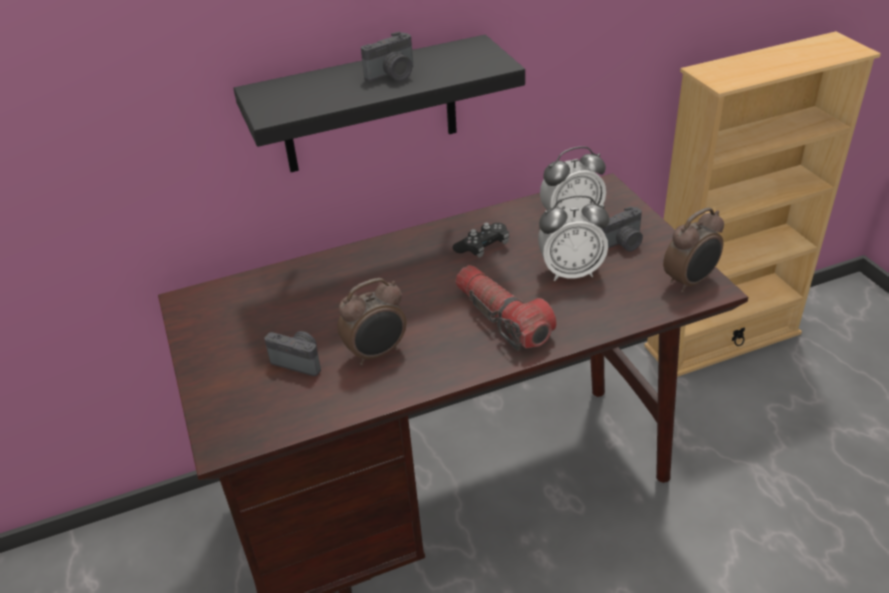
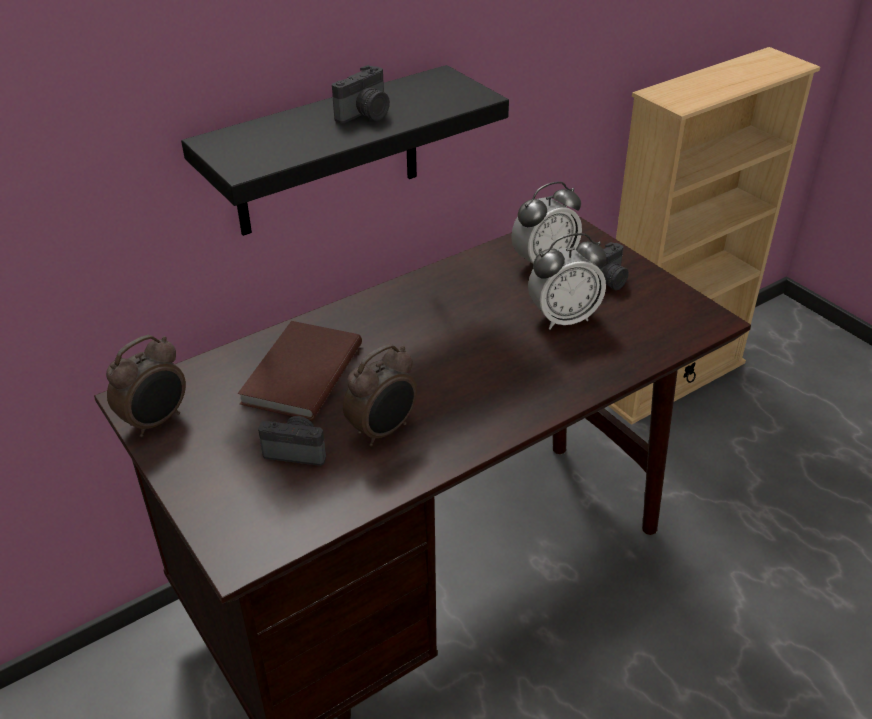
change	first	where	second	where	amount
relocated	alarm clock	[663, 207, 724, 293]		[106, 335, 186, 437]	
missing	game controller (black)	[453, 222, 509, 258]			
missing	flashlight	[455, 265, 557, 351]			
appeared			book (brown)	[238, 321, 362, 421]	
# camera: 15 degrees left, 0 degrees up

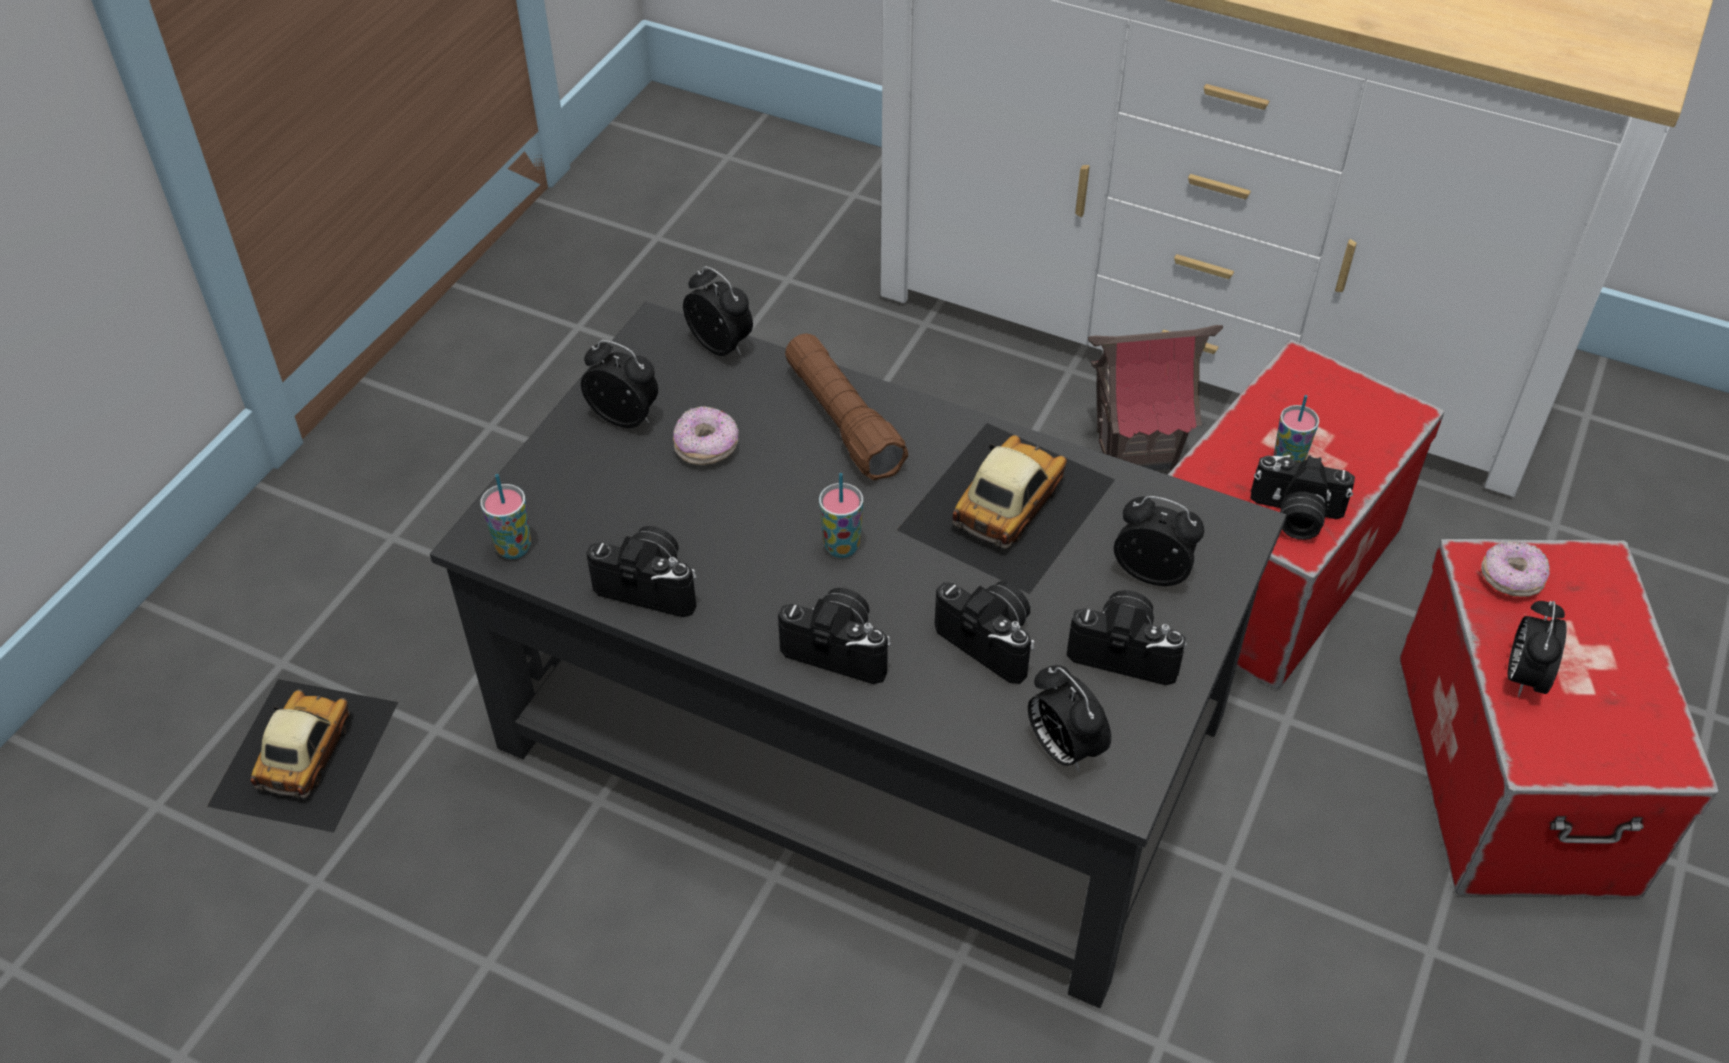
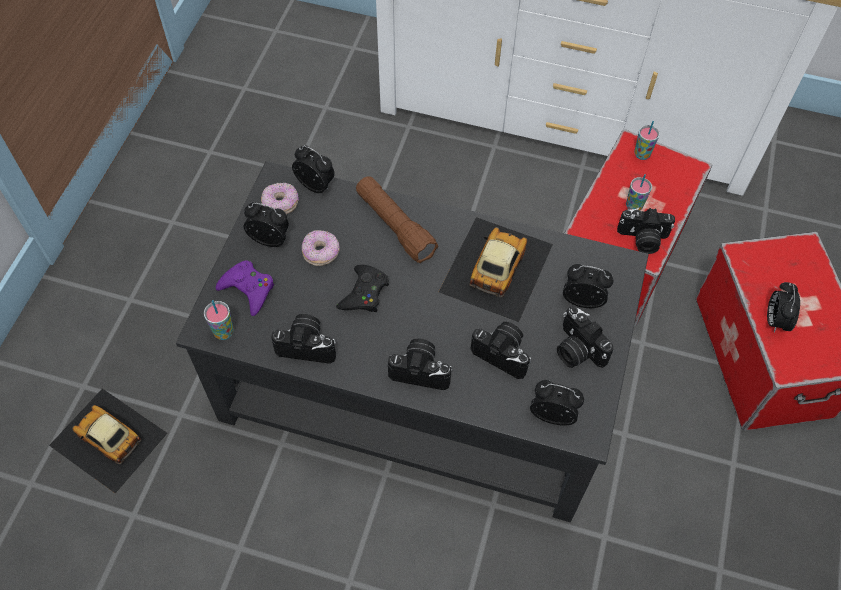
change	first	where	second	where	amount
missing	toy house	[1088, 325, 1223, 470]			
relocated	cup	[819, 473, 863, 558]		[635, 121, 660, 160]	
relocated	donut	[1481, 541, 1550, 597]		[261, 183, 299, 214]	
spun	photo camera	[1067, 590, 1187, 685]		[557, 306, 614, 368]	135 degrees counterclockwise
spun	alarm clock	[1028, 665, 1111, 772]		[530, 380, 584, 426]	150 degrees clockwise
spun	toy car	[207, 679, 399, 833]		[49, 388, 168, 494]	60 degrees counterclockwise
appeared			game controller (purple)	[216, 260, 274, 316]	
appeared			game controller (black)	[336, 265, 389, 312]	
# camera: 10 degrees left, 10 degrees up

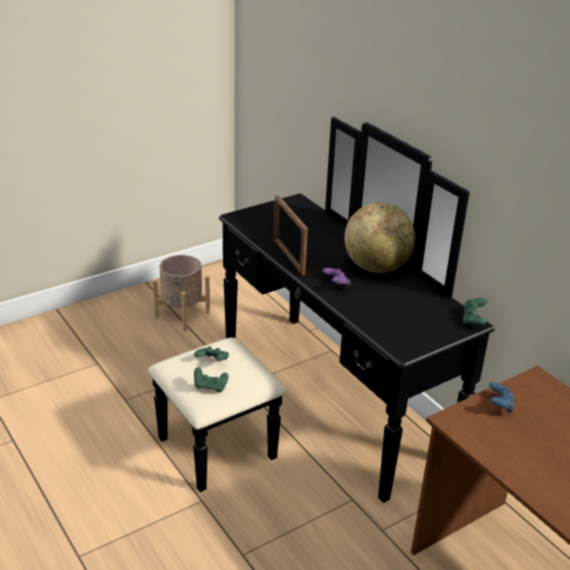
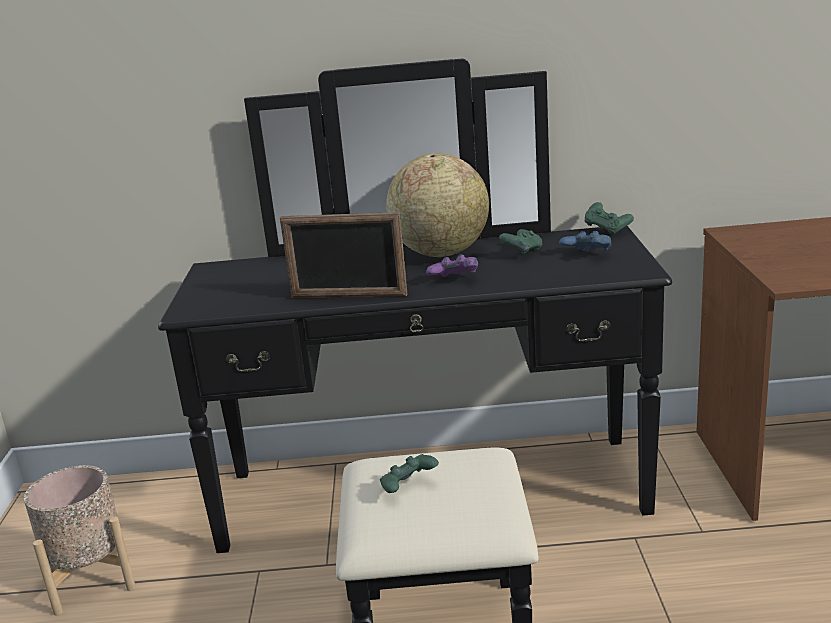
change	first	where	second	where	amount
relocated	game controller (green)	[194, 367, 229, 392]		[499, 229, 542, 254]	
relocated	game controller (blue)	[489, 382, 515, 413]		[559, 231, 611, 251]	
# camera: 55 degrees left, 10 degrees down

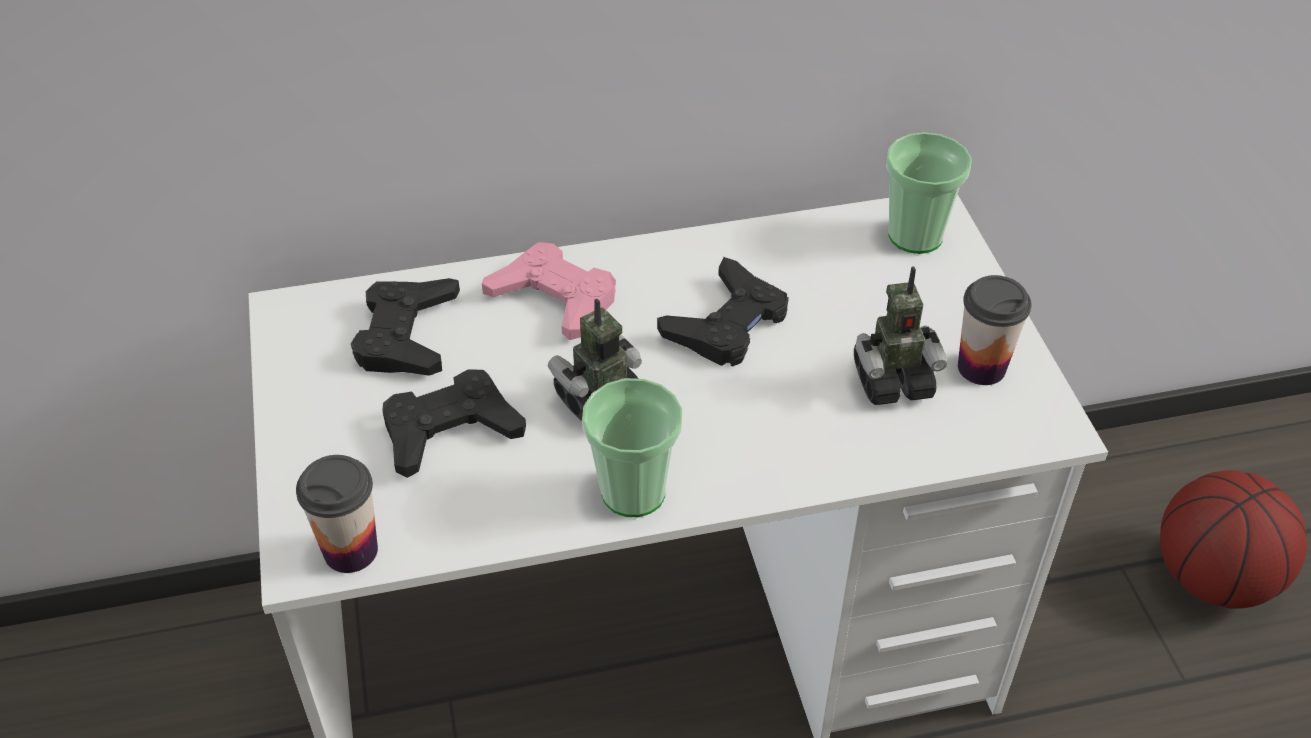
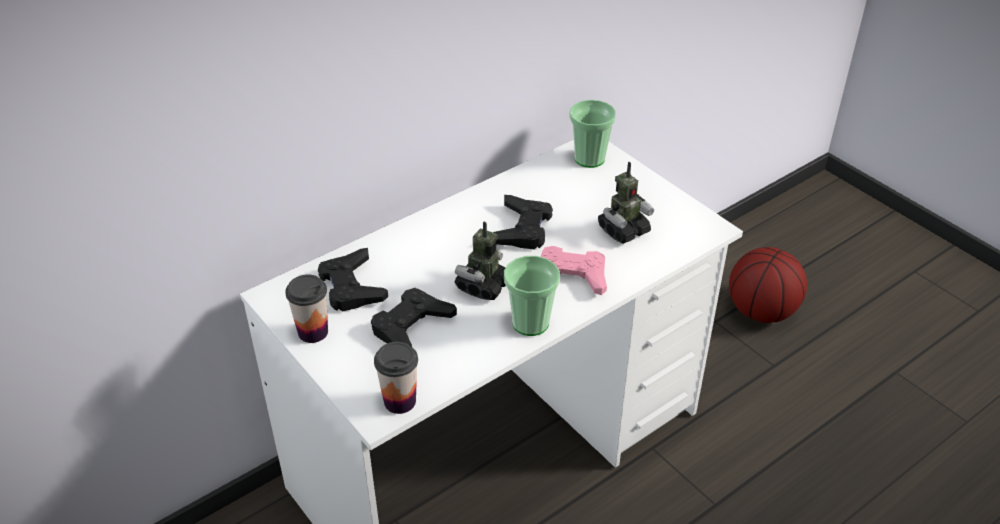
change	first	where	second	where	amount
relocated	game controller (pink)	[482, 242, 616, 340]		[541, 246, 607, 295]	
relocated	cup	[958, 275, 1031, 385]		[285, 274, 328, 343]	
# camera: 25 degrees left, 5 degrees down

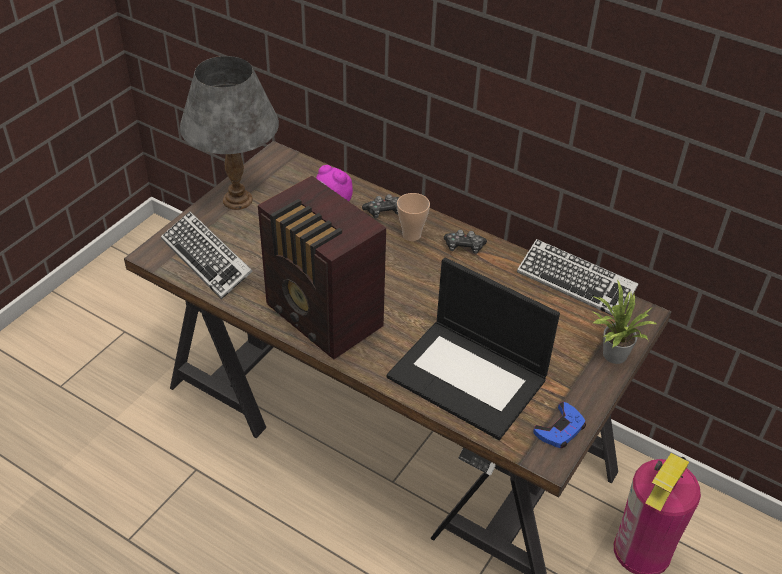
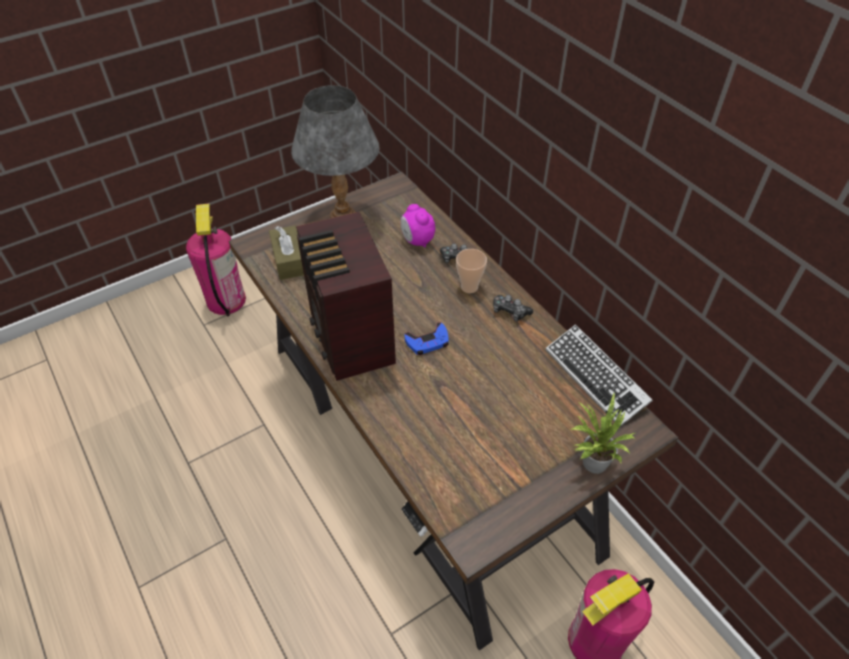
change	first	where	second	where	amount
exchanged	keyboard	[161, 211, 253, 299]	tissue box (brown)	[269, 226, 304, 280]	
missing	laptop	[387, 257, 560, 440]			
relocated	game controller (blue)	[533, 402, 586, 448]		[405, 322, 449, 355]	
appeared			fire extinguisher	[186, 204, 246, 317]	
# camera: 25 degrees right, 5 degrees up

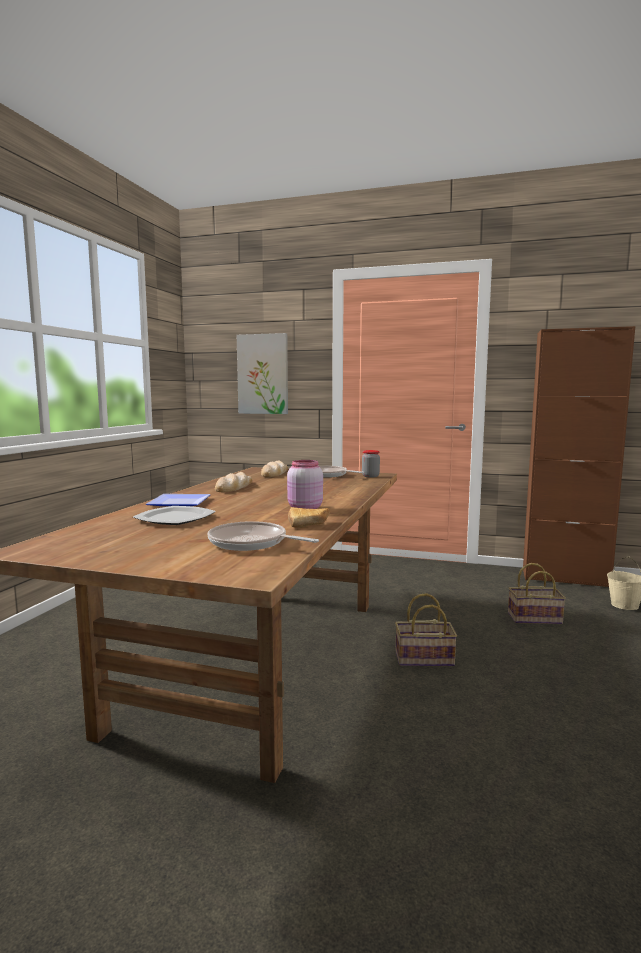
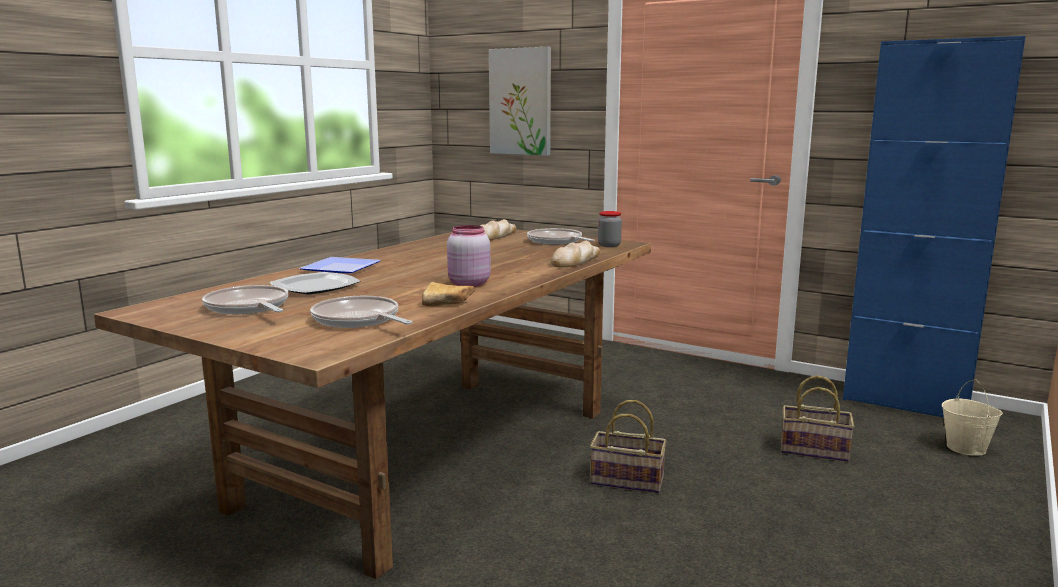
change	first	where	second	where	amount
colour	cabinet (brown)	[523, 326, 635, 587]	cabinet (blue)	[843, 36, 1025, 418]	
relocated	bread	[215, 472, 252, 492]		[551, 241, 600, 267]	
appeared			frying pan	[202, 285, 288, 314]	
# camera: 15 degrees right, 5 degrees up

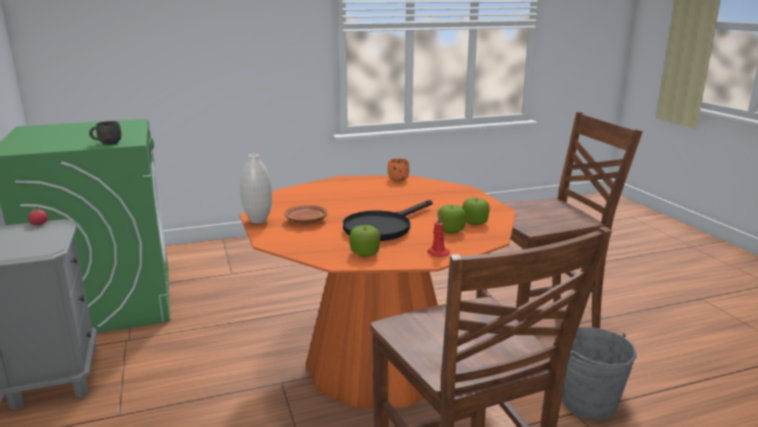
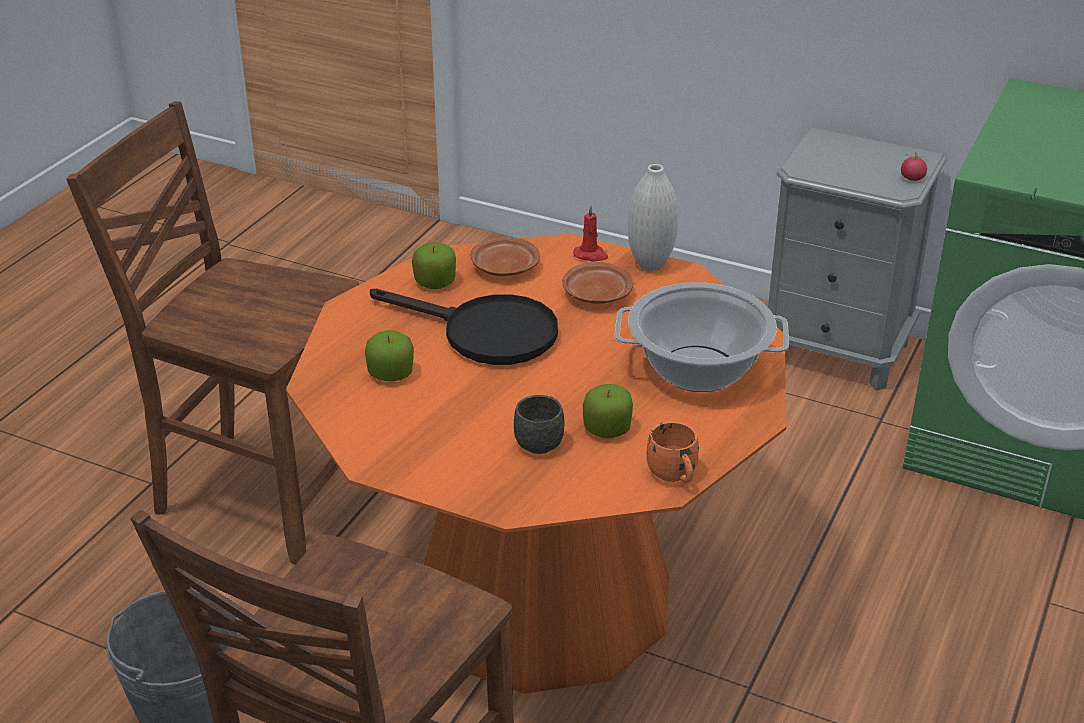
change	first	where	second	where	amount
relocated	mug (grey)	[89, 121, 122, 145]		[514, 395, 564, 454]	
relocated	apple	[462, 198, 490, 225]		[583, 384, 633, 438]	
spun	frying pan (black)	[343, 200, 432, 241]		[370, 289, 558, 365]	120 degrees clockwise
relocated	candle (red)	[427, 215, 450, 257]		[573, 205, 608, 261]	
appeared			plate (brown)	[471, 237, 540, 276]	
appeared			cooking pot	[615, 282, 789, 392]	
# camera: 135 degrees right, 15 degrees up

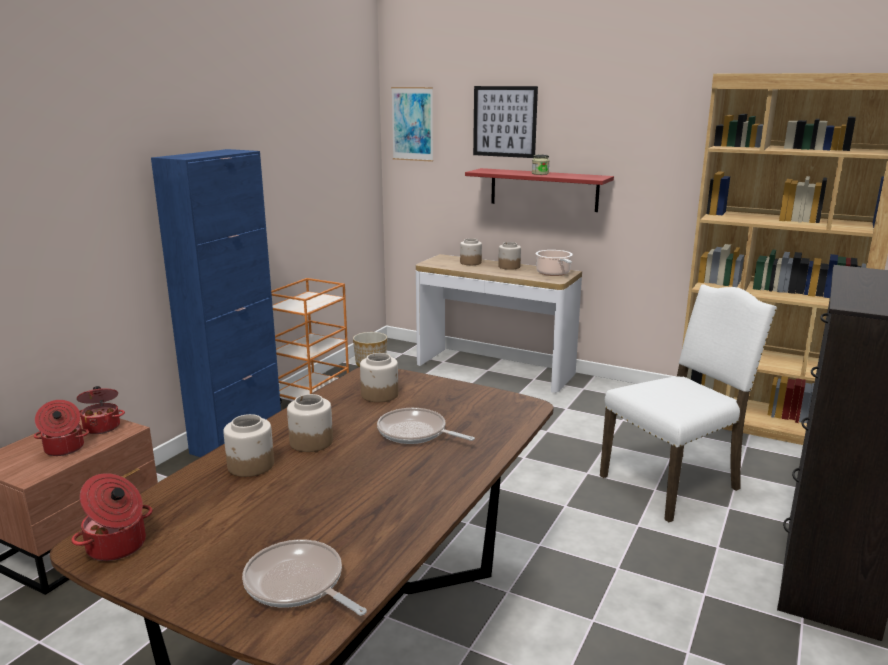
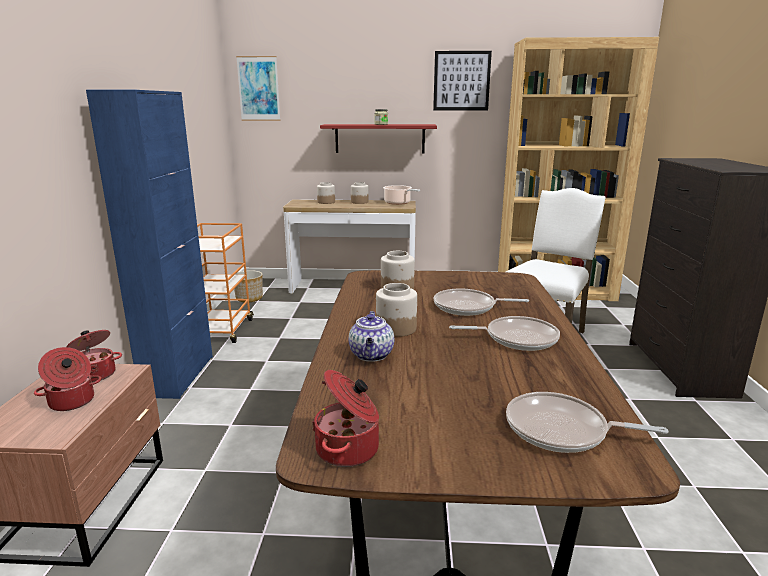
change	first	where	second	where	amount
relocated	picture	[473, 86, 538, 158]		[433, 51, 492, 110]	
exchanged	jar	[223, 414, 274, 477]	teapot	[349, 311, 394, 362]	
appeared			frying pan	[449, 316, 560, 351]	
# camera: 25 degrees left, 0 degrees up

